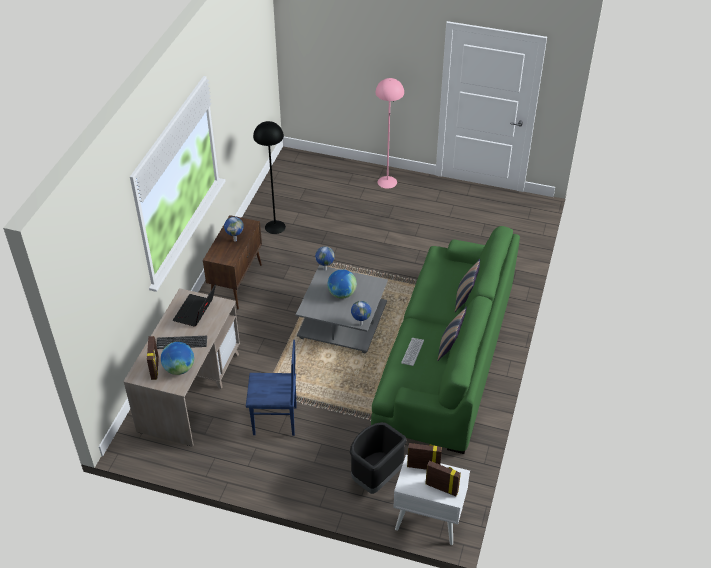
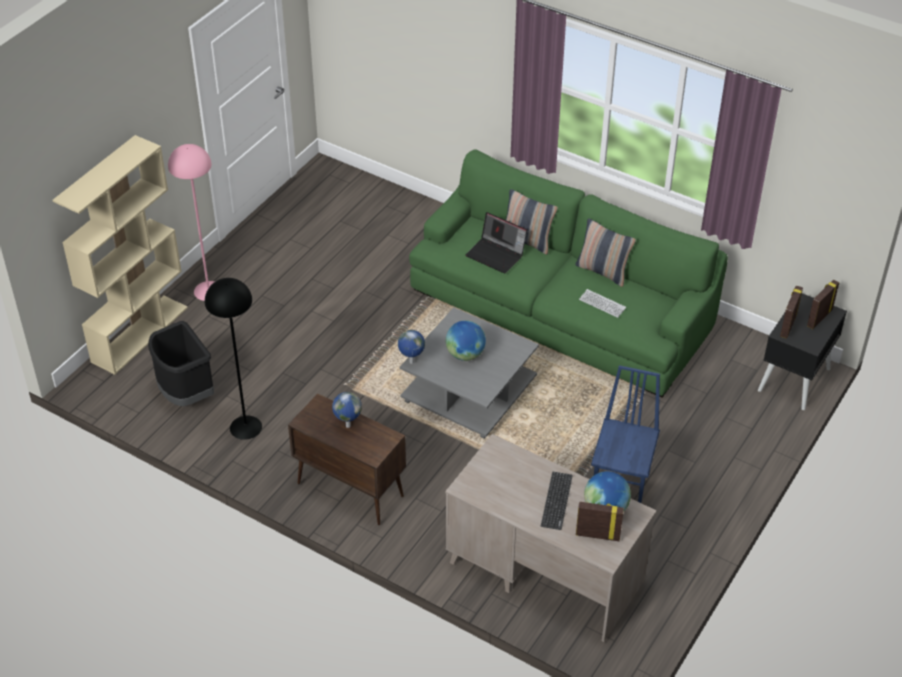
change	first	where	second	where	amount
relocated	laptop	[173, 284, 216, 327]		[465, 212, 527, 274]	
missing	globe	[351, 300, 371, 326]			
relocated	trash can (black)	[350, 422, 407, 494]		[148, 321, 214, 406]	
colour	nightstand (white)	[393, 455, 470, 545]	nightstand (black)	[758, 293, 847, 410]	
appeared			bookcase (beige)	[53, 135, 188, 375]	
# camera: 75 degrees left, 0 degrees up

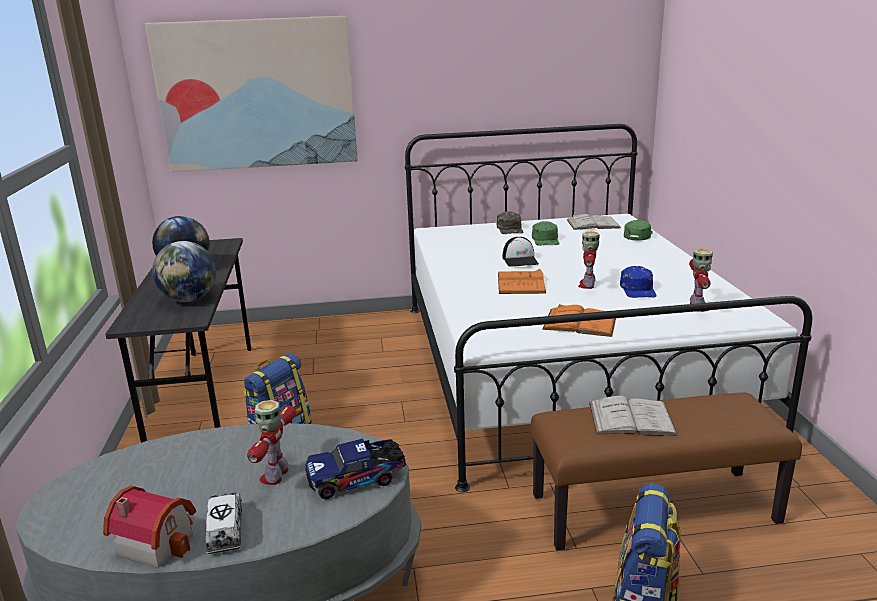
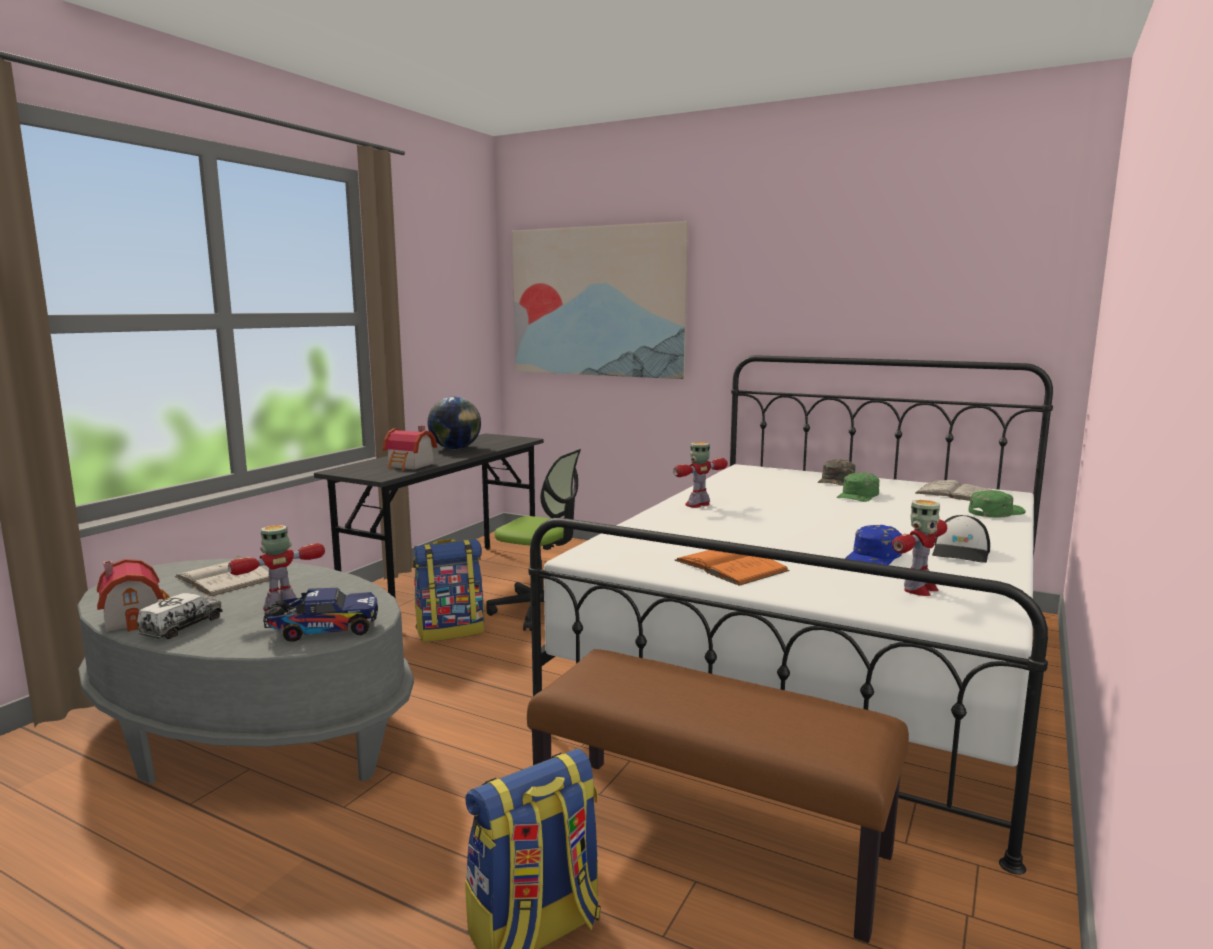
change	first	where	second	where	amount
relocated	toy robot	[578, 231, 600, 289]		[673, 442, 728, 508]	
relocated	cap	[502, 237, 539, 267]		[932, 515, 990, 563]	
exchanged	globe	[152, 241, 216, 302]	toy house	[383, 425, 437, 471]	
missing	book (orange)	[498, 268, 546, 294]			
relocated	book (white)	[589, 395, 678, 436]		[175, 556, 269, 596]	
spun	toy truck	[306, 438, 406, 500]		[263, 588, 378, 642]	150 degrees clockwise
appeared			office chair	[486, 449, 581, 631]	
# camera: 35 degrees right, 10 degrees down

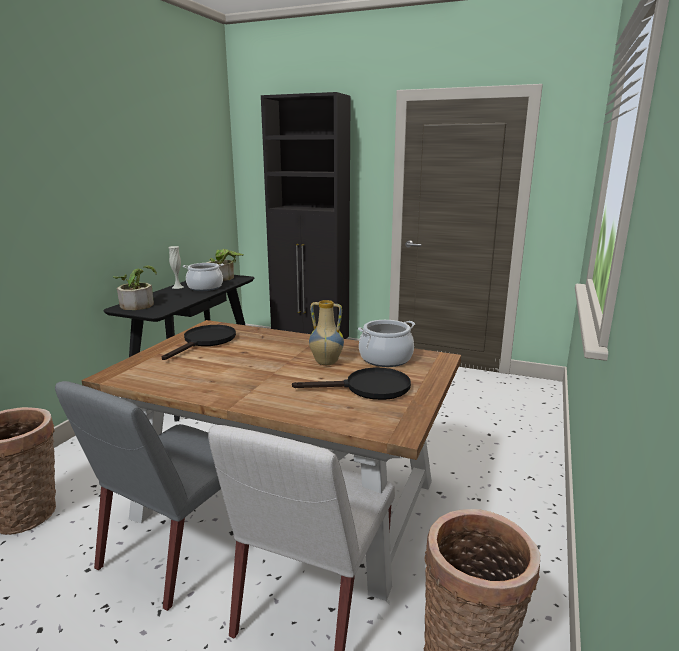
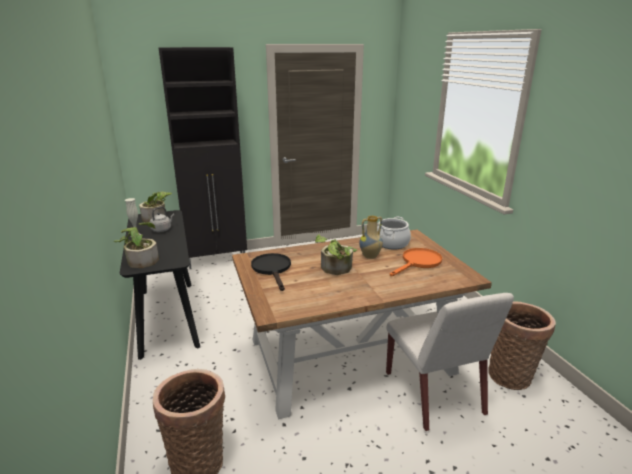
change	first	where	second	where	amount
exchanged	cooking pot	[183, 263, 224, 291]	kettle (grey)	[150, 207, 174, 232]	
colour	frying pan (black)	[292, 367, 411, 400]	frying pan (orange)	[390, 248, 442, 276]	
missing	chair (grey)	[55, 381, 221, 611]			
appeared			potted plant	[315, 234, 357, 275]	
# camera: 40 degrees left, 5 degrees up

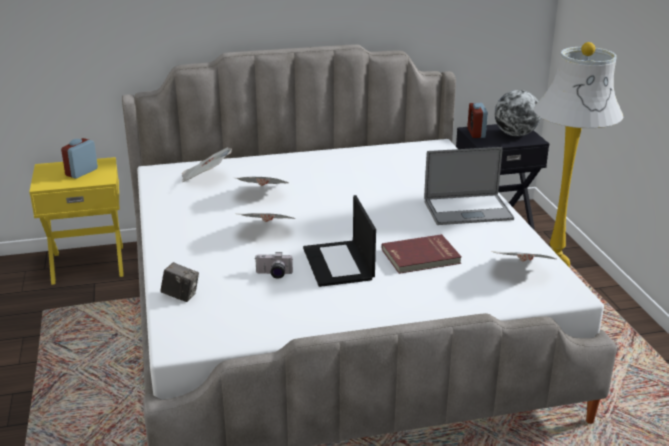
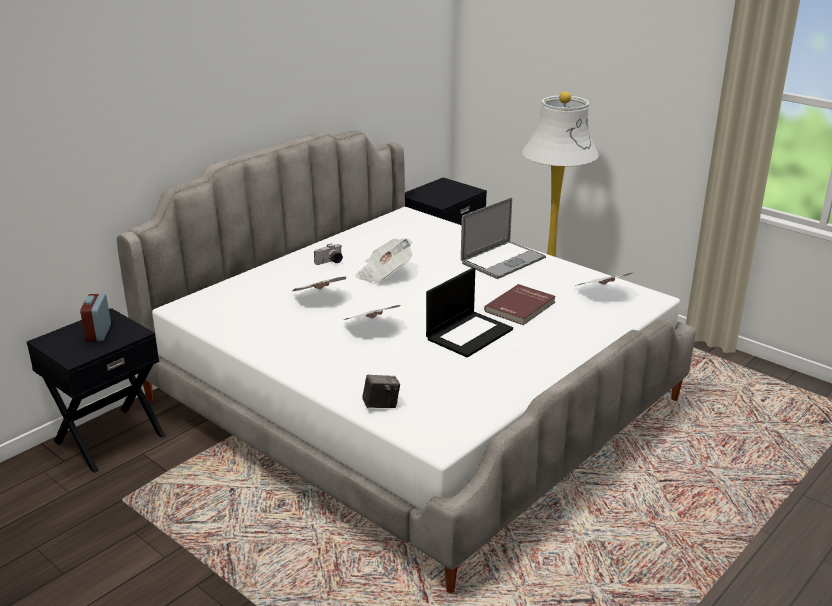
change	first	where	second	where	amount
missing	globe	[495, 90, 541, 136]			
missing	alarm clock	[467, 103, 488, 138]			
relocated	newspaper	[182, 147, 232, 182]		[355, 239, 413, 284]	
colour	nightstand (yellow)	[29, 157, 124, 285]	nightstand (black)	[27, 308, 165, 473]	
spun	laptop	[303, 195, 376, 287]		[426, 268, 513, 358]	90 degrees counterclockwise
relocated	photo camera	[255, 252, 293, 279]		[314, 244, 343, 265]	
# camera: 35 degrees left, 0 degrees up

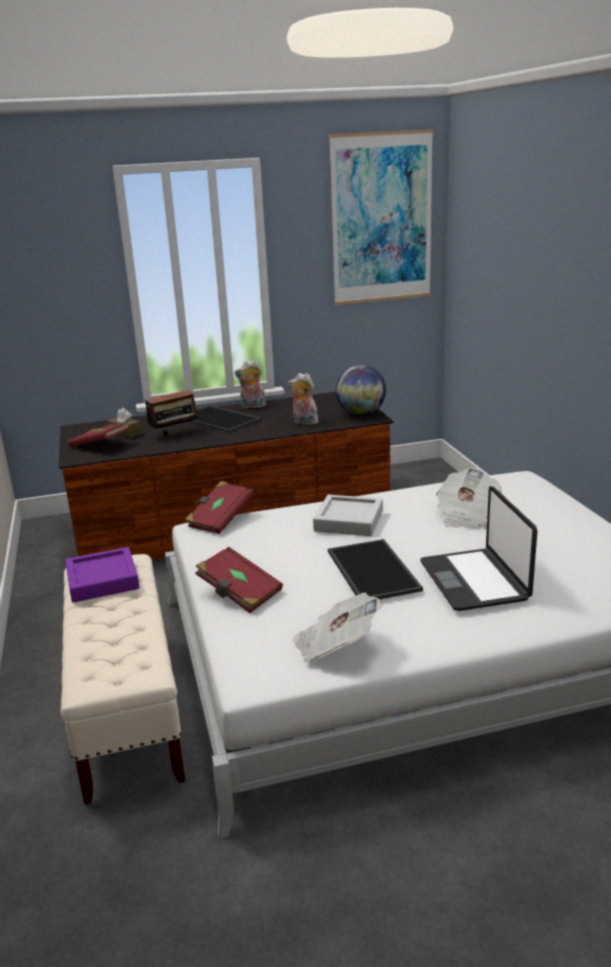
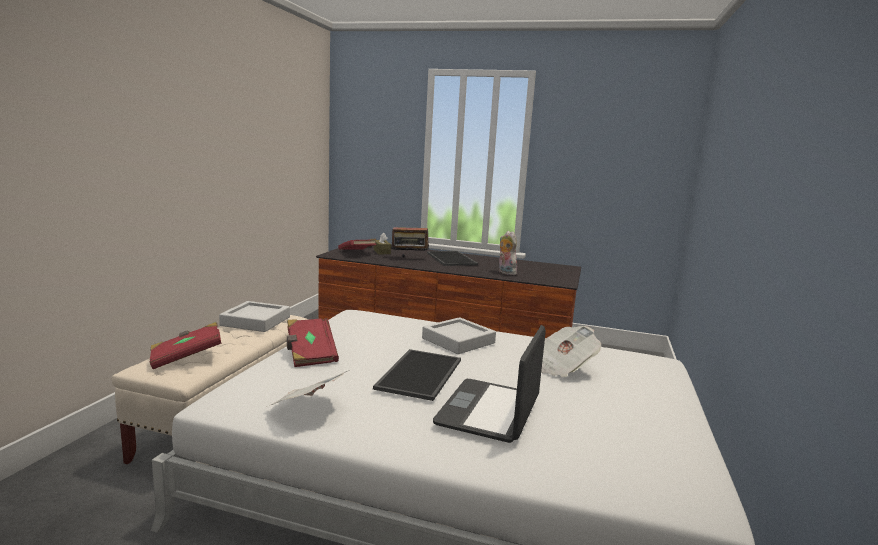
change	first	where	second	where	amount
missing	picture	[329, 129, 433, 305]			
missing	plush toy	[234, 360, 266, 408]			
missing	globe	[336, 365, 386, 415]			
relocated	book (red)	[185, 481, 254, 534]		[150, 322, 222, 369]	
colour	tray (purple)	[65, 547, 139, 603]	tray (grey)	[219, 301, 290, 332]	
# camera: 30 degrees right, 10 degrees down

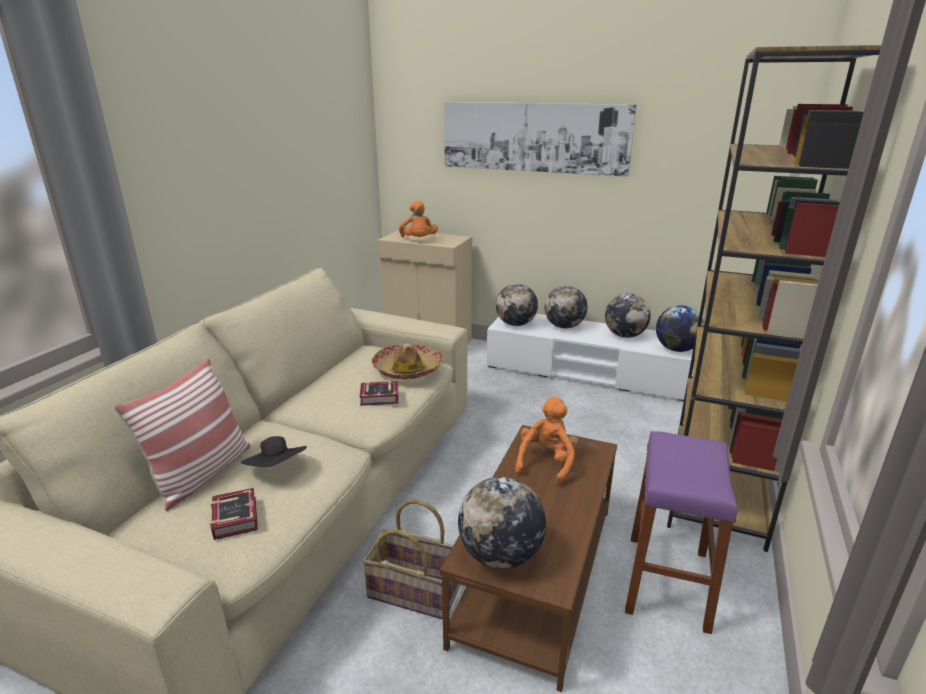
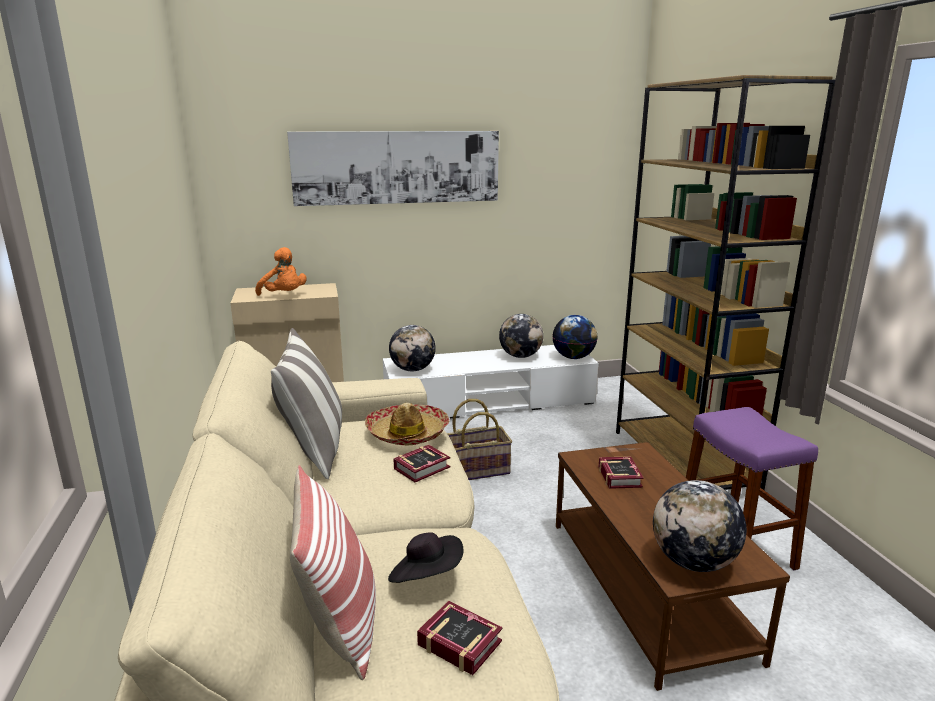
change	first	where	second	where	amount
missing	globe	[545, 286, 587, 328]			
exchanged	plush toy (orange)	[515, 397, 575, 486]	book	[599, 456, 644, 489]	
relocated	basket	[362, 499, 460, 619]		[447, 399, 512, 480]	
appeared			pillow	[271, 328, 342, 480]	
# camera: 35 degrees left, 5 degrees down

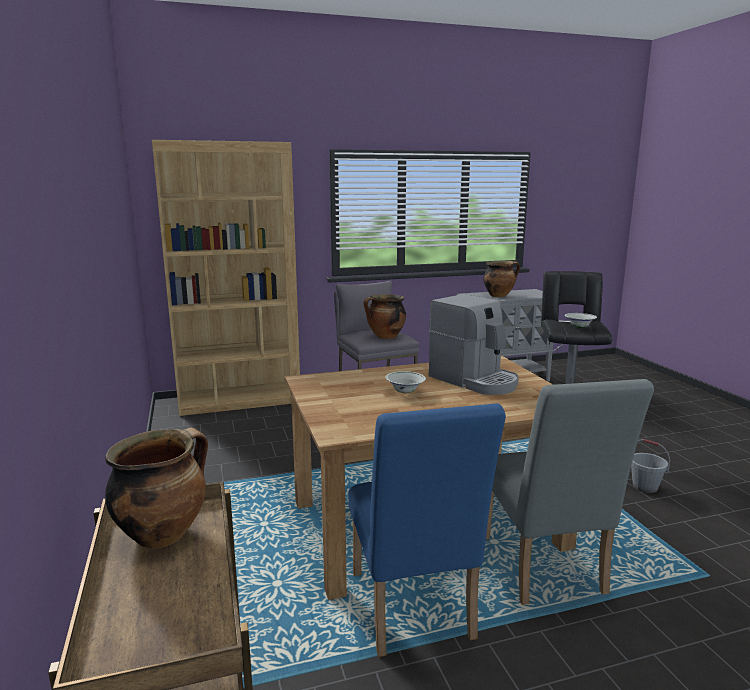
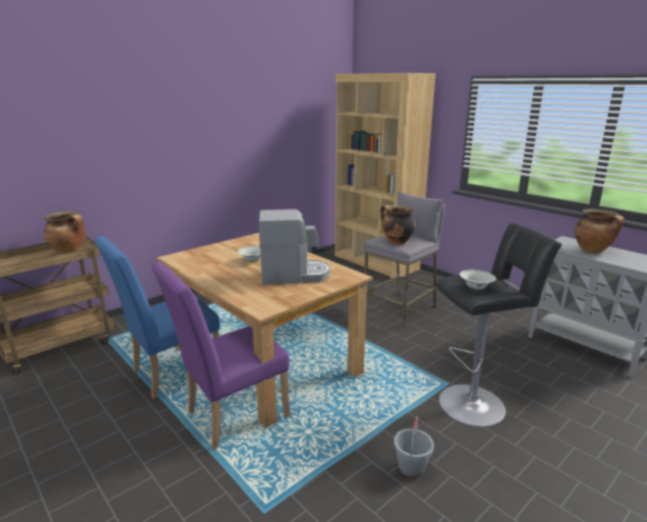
change	first	where	second	where	amount
spun	coffee machine	[429, 294, 519, 395]		[259, 209, 330, 285]	120 degrees counterclockwise
colour	chair (grey)	[486, 379, 654, 605]	chair (purple)	[151, 262, 290, 450]	
# camera: 65 degrees right, 5 degrees up

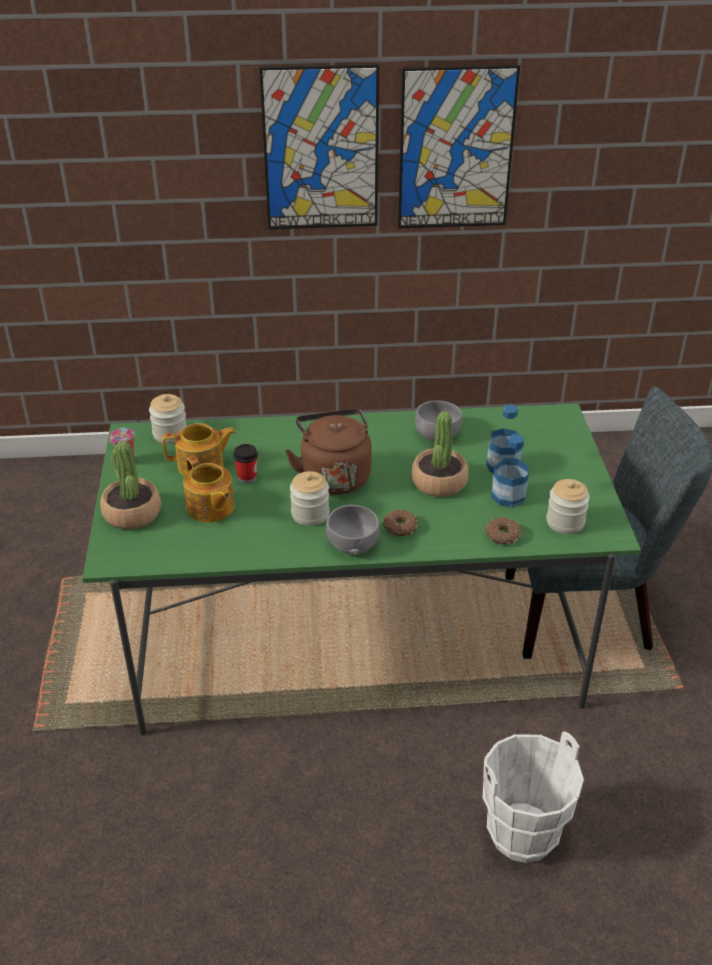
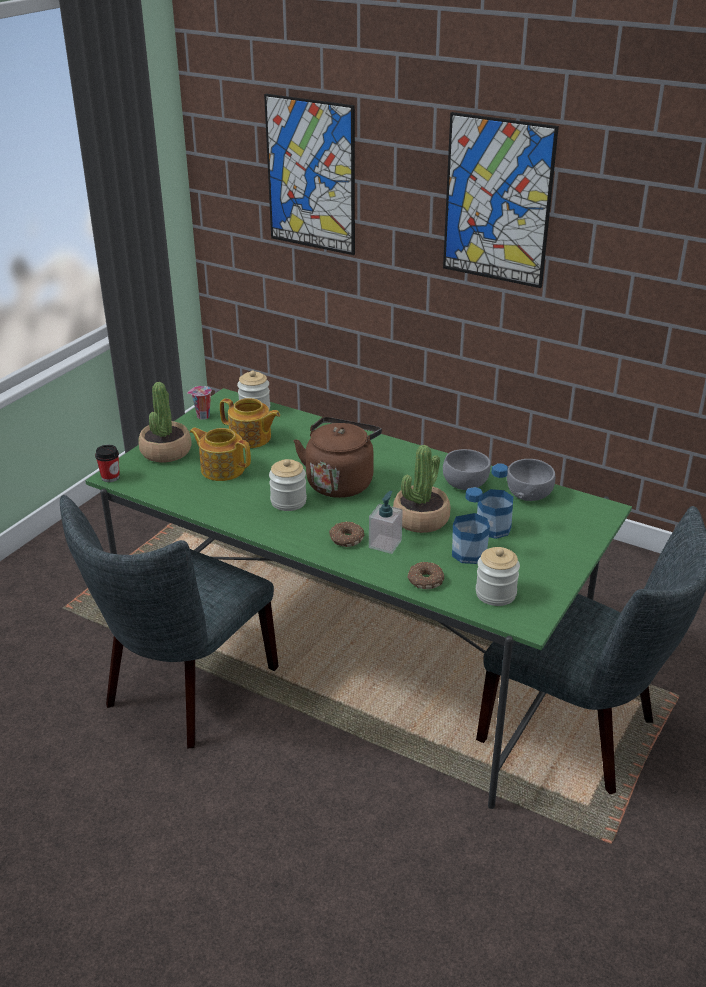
change	first	where	second	where	amount
relocated	picture	[398, 65, 520, 228]		[264, 94, 355, 255]	
relocated	cup	[233, 444, 258, 483]		[95, 445, 120, 482]	
spun	teapot	[183, 456, 235, 523]		[190, 427, 251, 481]	120 degrees clockwise
relocated	bowl (grey)	[326, 505, 380, 555]		[507, 459, 555, 501]	
missing	bucket (white)	[482, 731, 584, 863]			
appeared			soap dispenser	[369, 491, 403, 554]	
appeared			chair (grey)	[60, 495, 279, 748]	
# camera: 35 degrees right, 5 degrees down

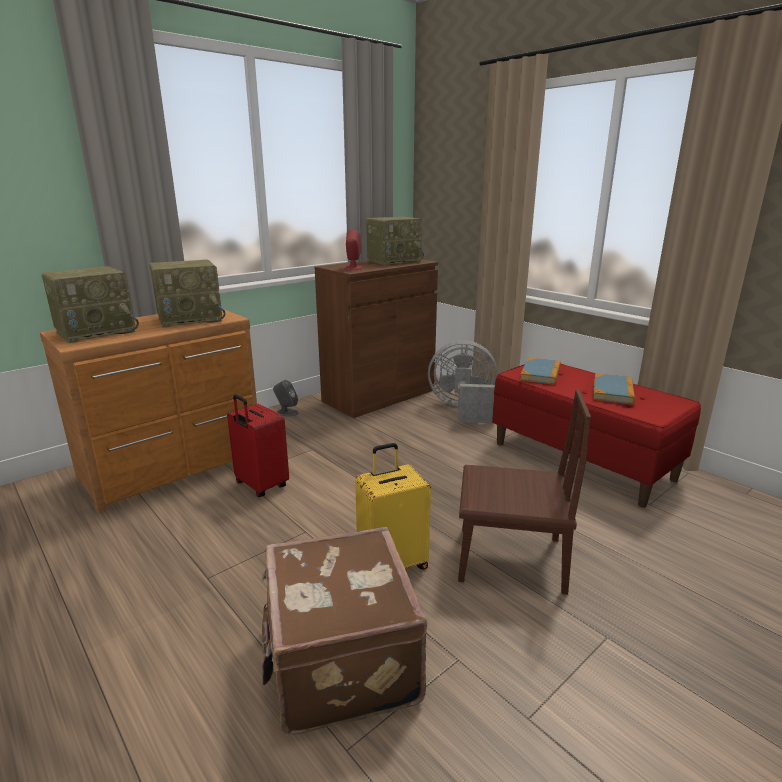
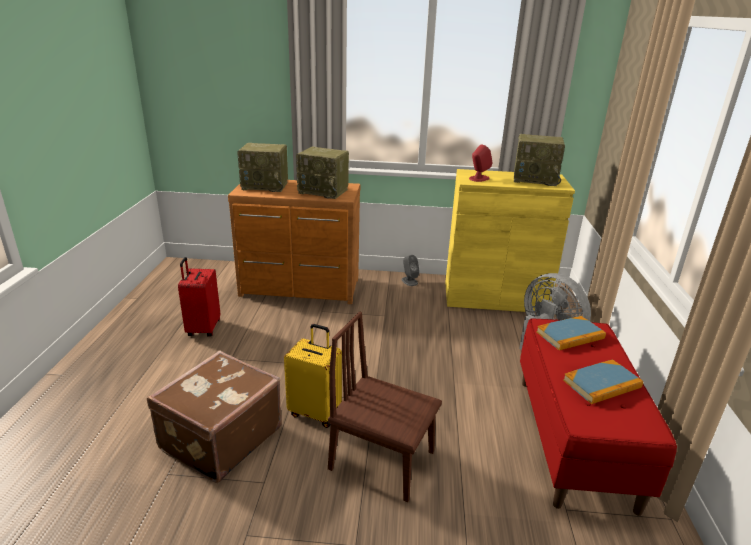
change	first	where	second	where	amount
colour	cabinet (brown)	[315, 259, 438, 418]	cabinet (yellow)	[445, 169, 575, 312]	
spun	chair (brown)	[458, 389, 591, 595]		[328, 311, 442, 502]	150 degrees clockwise
relocated	suitcase (red)	[227, 395, 289, 497]		[178, 257, 220, 337]	
# camera: 45 degrees right, 5 degrees up

